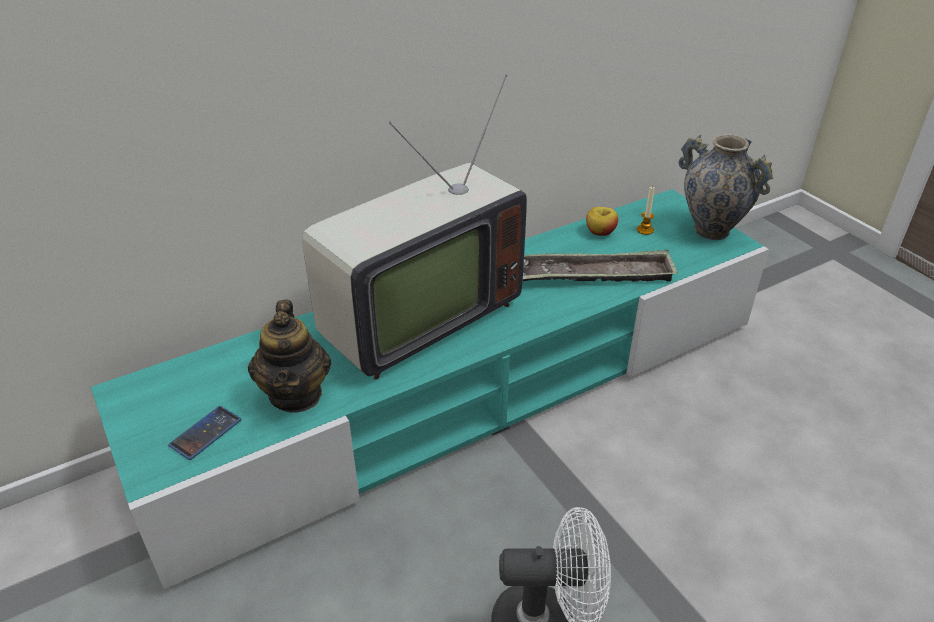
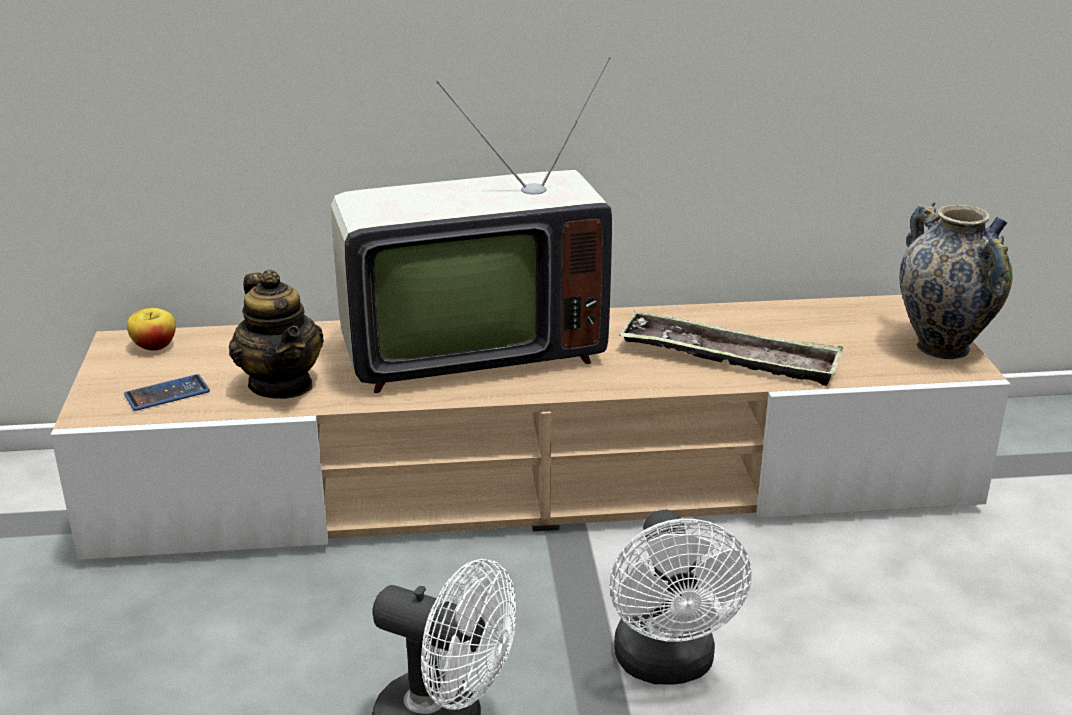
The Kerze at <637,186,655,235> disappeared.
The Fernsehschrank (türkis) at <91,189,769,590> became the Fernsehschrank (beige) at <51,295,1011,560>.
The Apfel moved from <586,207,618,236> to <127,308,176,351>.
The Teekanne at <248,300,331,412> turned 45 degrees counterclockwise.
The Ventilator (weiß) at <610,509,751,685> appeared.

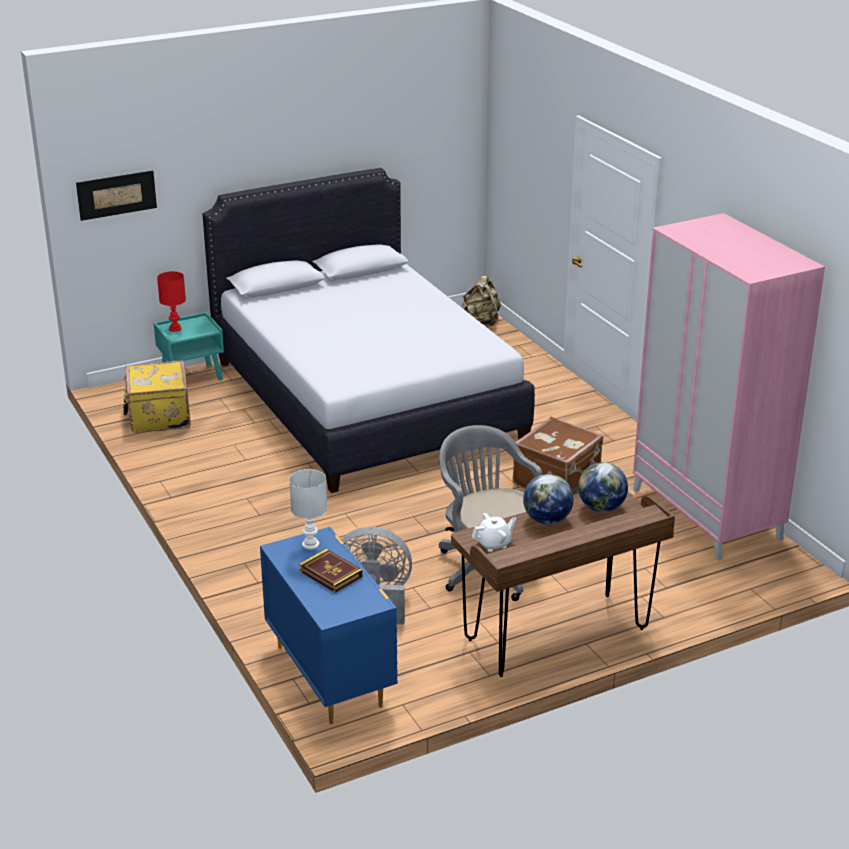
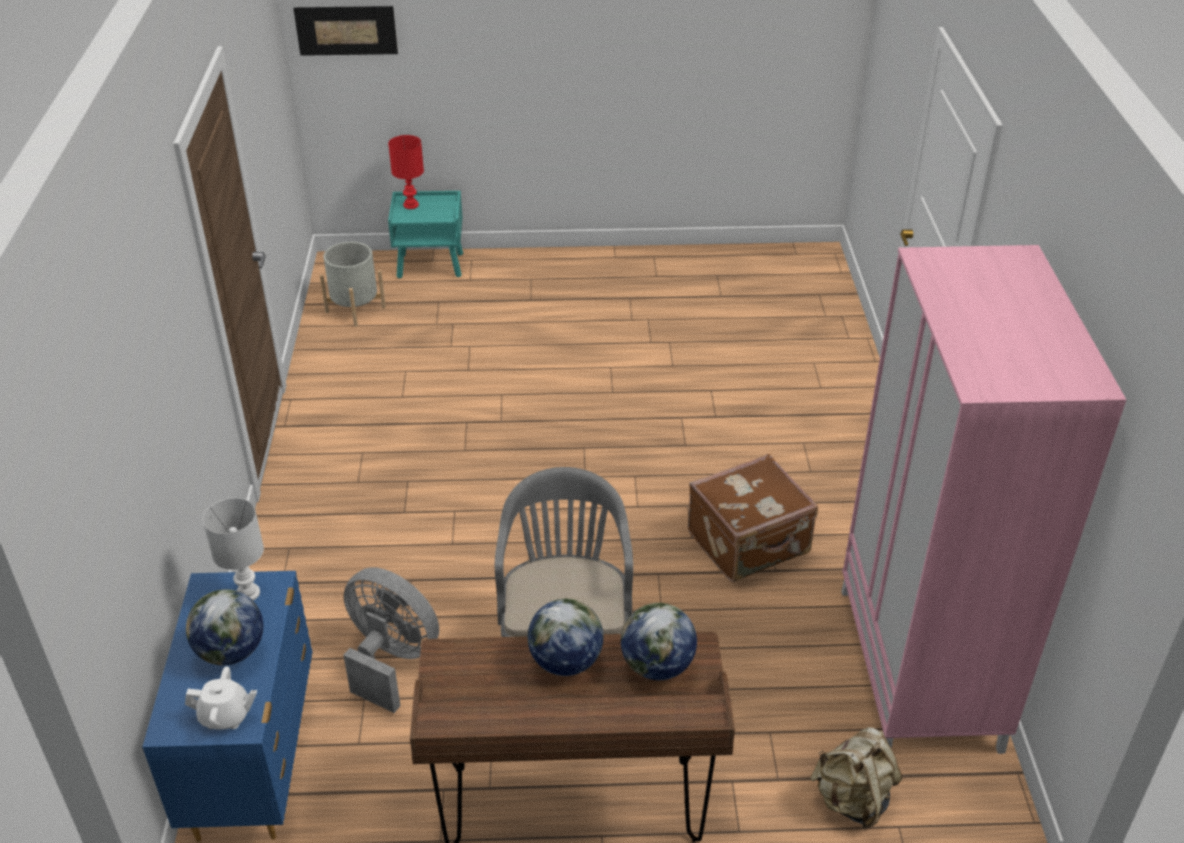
The Bett (weiß) at <202,168,535,493> disappeared.
The Rucksack (beige) moved from <462,276,501,326> to <810,727,903,829>.
The Koffer (gelb) at <123,360,191,433> was replaced by the Pflanzkübel (grau) at <320,242,386,327>.
The Teekanne (weiß) moved from <472,513,516,552> to <185,666,257,730>.
The Buch at <299,549,363,593> was replaced by the Globus at <186,589,263,665>.

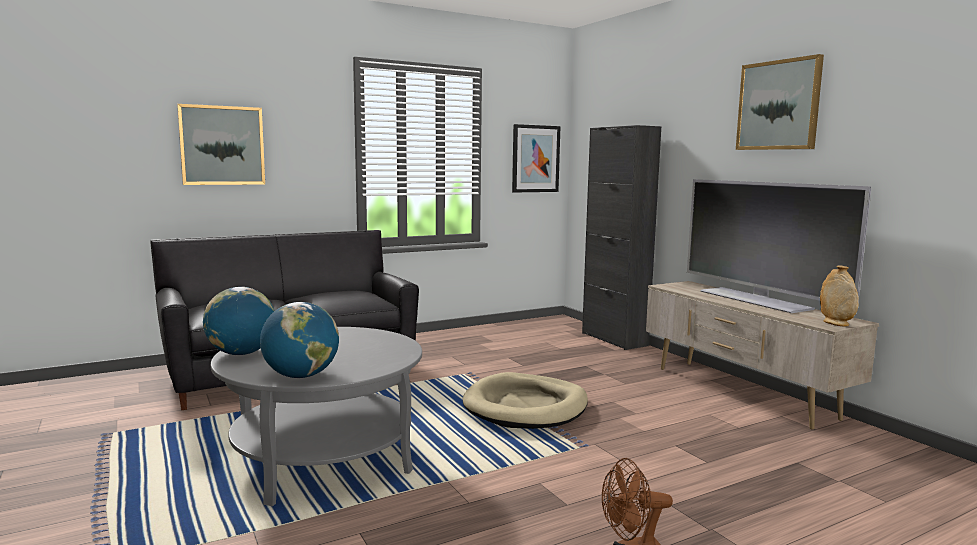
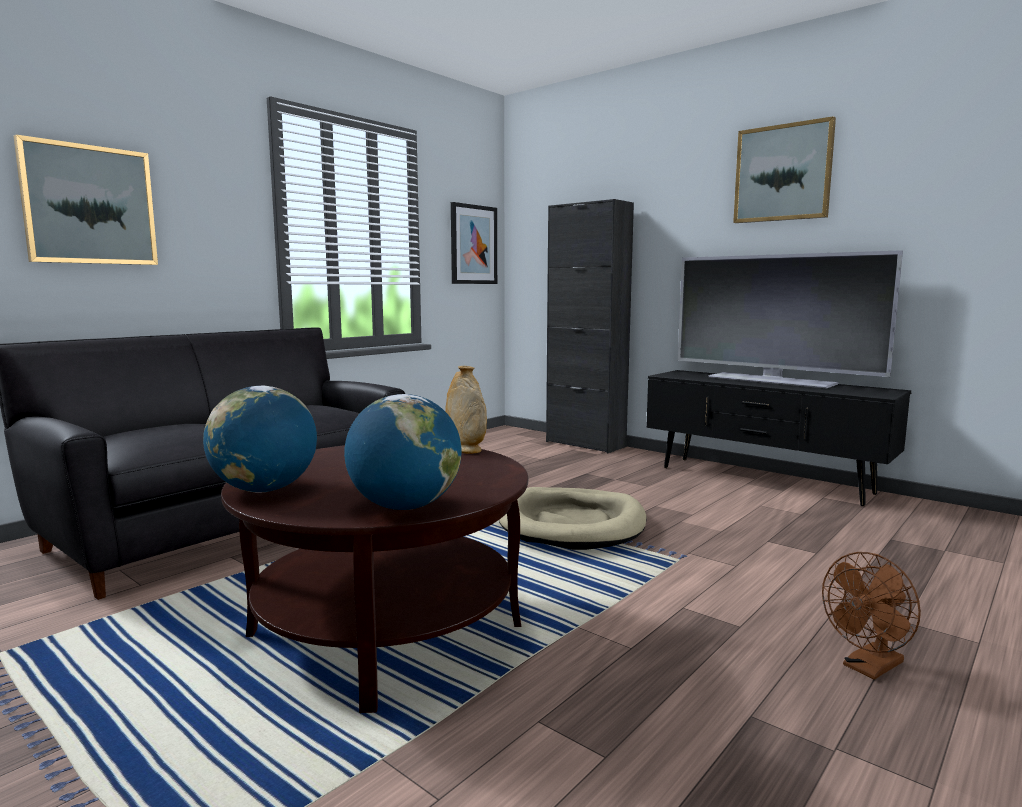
The Vase (beige) moved from <820,265,858,326> to <445,366,487,454>.
The Fernsehschrank (beige) at <646,281,879,429> became the Fernsehschrank (schwarz) at <646,370,912,506>.
The Couchtisch (grau) at <211,327,422,506> became the Couchtisch (braun) at <221,445,528,713>.

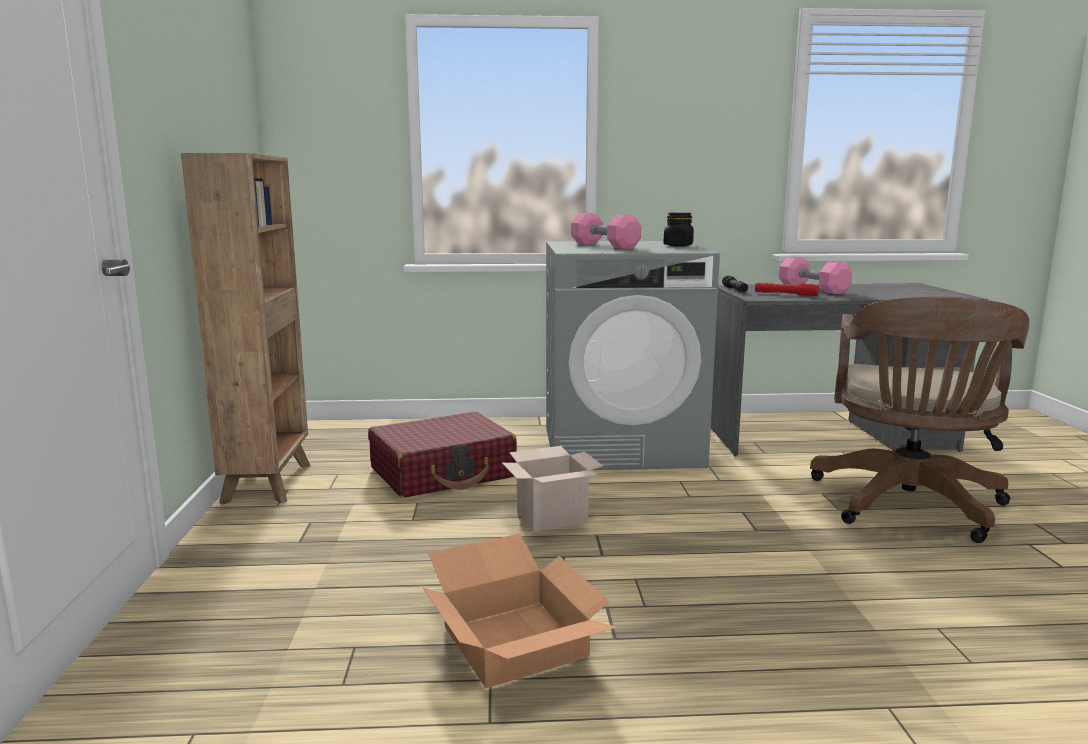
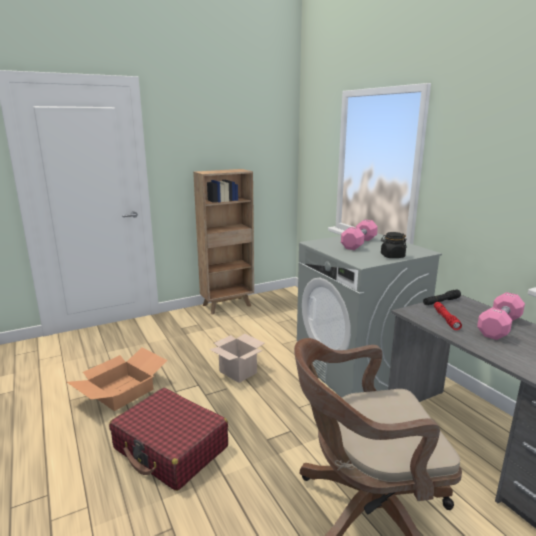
The Koffer (rot) moved from <368,412,517,498> to <109,388,228,491>.

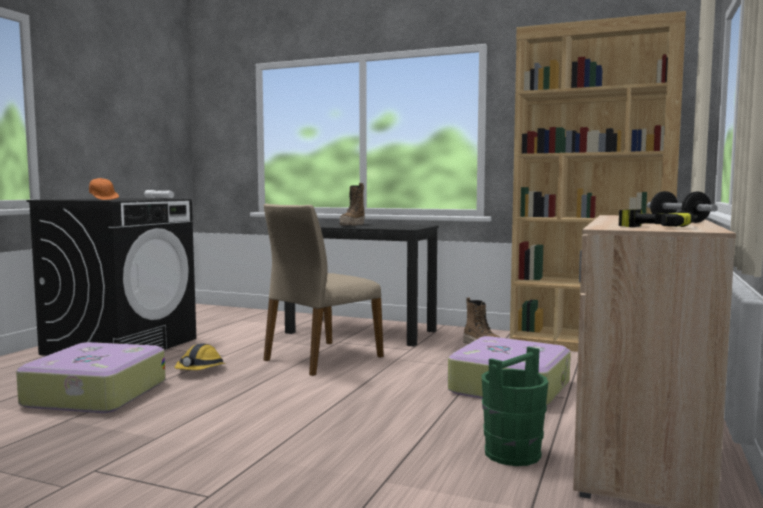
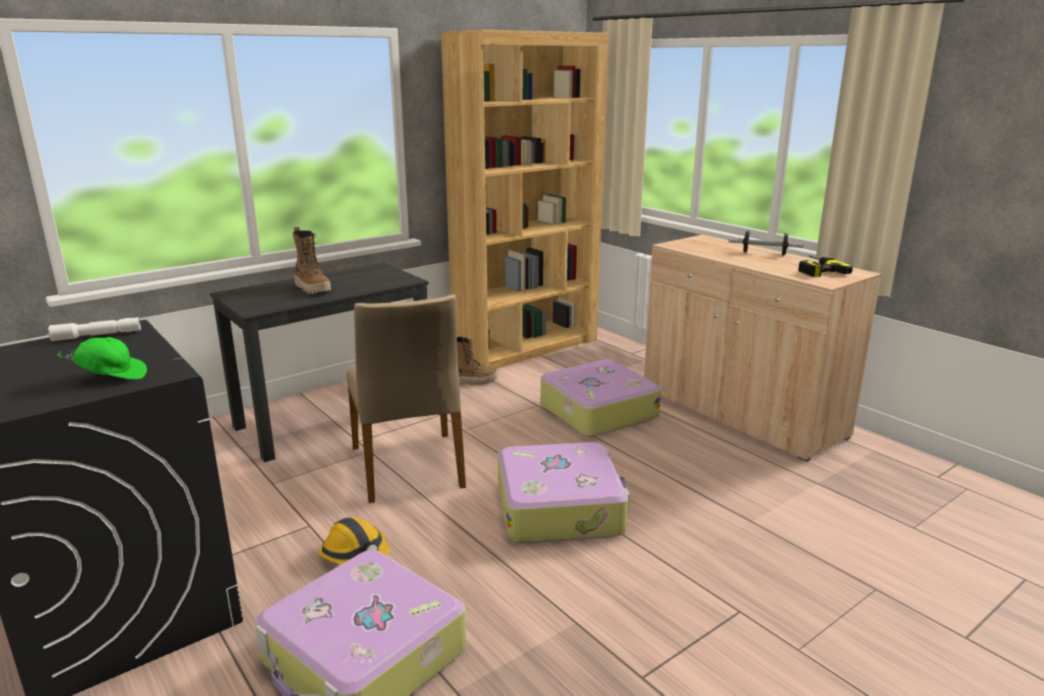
The Kappe (orange) at <89,178,119,200> became the Kappe (grün) at <56,337,147,379>.
The Eimer (grün) at <482,346,548,466> disappeared.
The Koffer at <498,442,630,544> appeared.

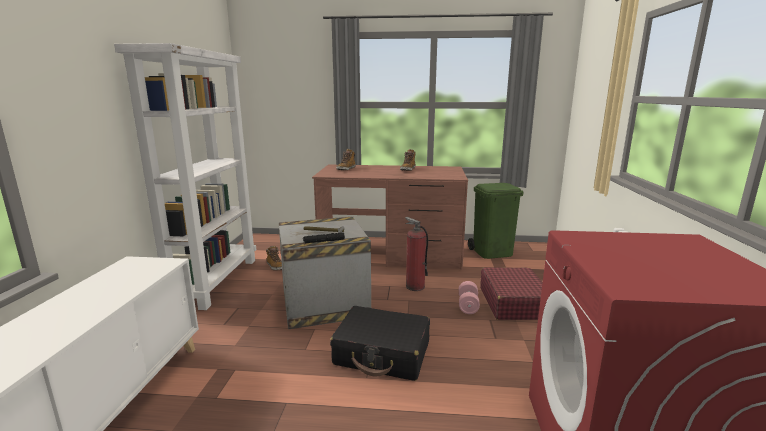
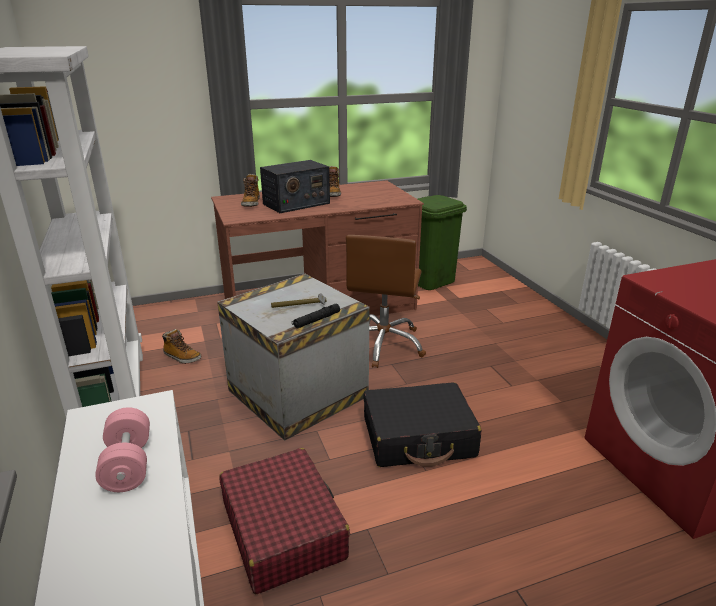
The Feuerlöscher at <405,217,428,291> was replaced by the Bürostuhl (braun) at <346,235,426,368>.
The Koffer (rot) moved from <480,267,543,320> to <220,448,350,594>.
The Hantel (rosa) moved from <459,281,480,314> to <95,407,150,492>.
The Radio at <260,160,330,213> appeared.

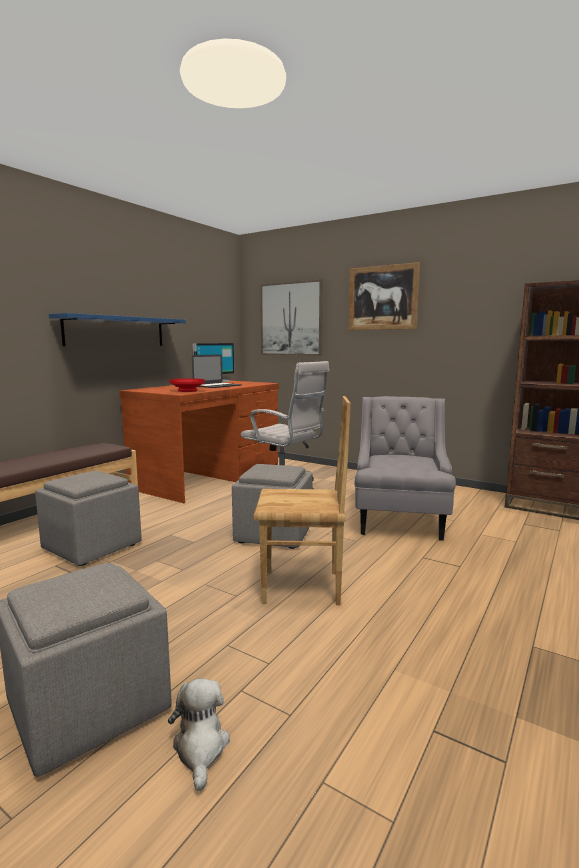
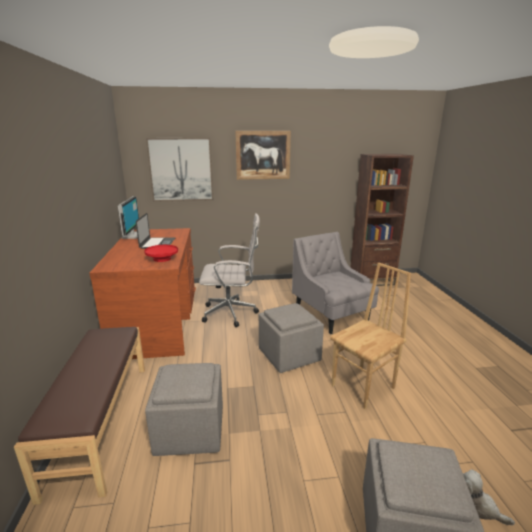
The Wandregal (blau) at <49,313,186,346> disappeared.

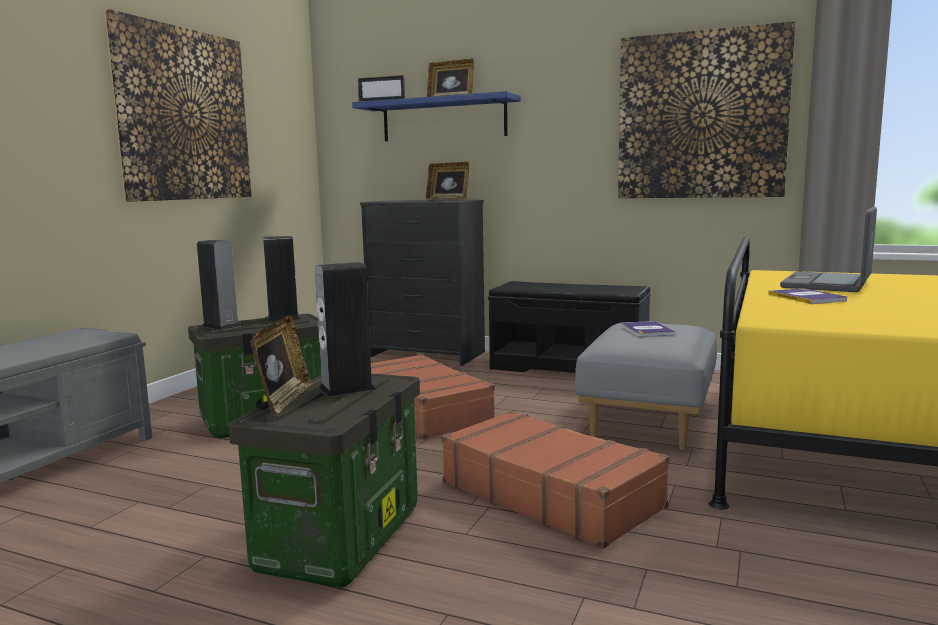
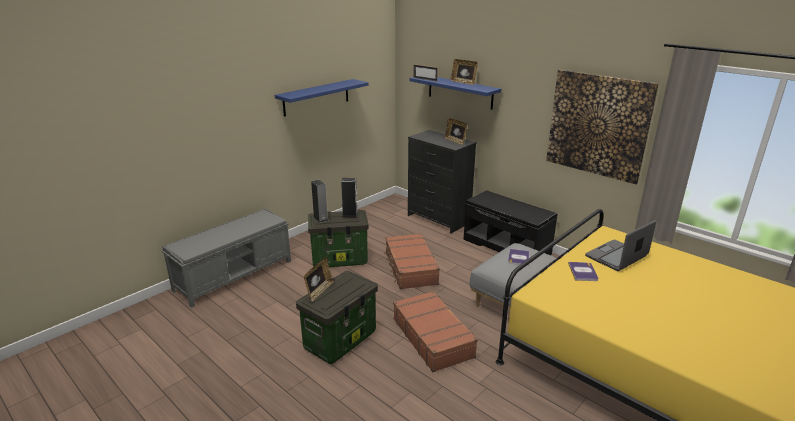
The Bild at <104,9,251,202> was replaced by the Wandregal (blau) at <275,79,368,117>.
The Lautsprecher at <315,262,375,397> disappeared.

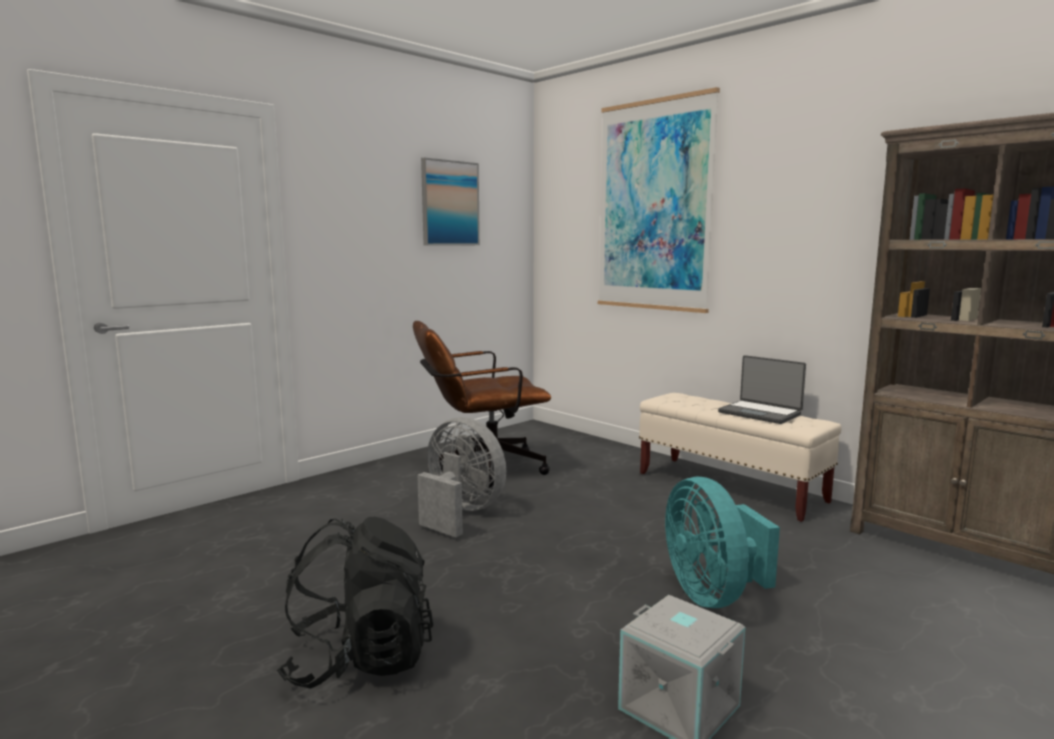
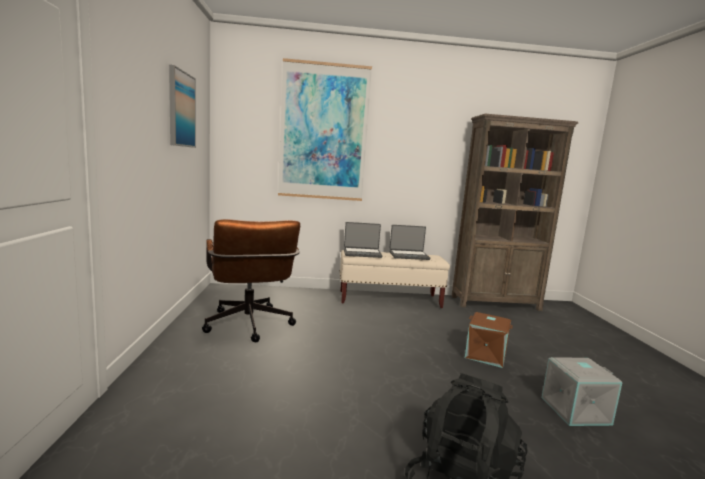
The Bürostuhl (braun) at <413,321,551,488> turned 45 degrees counterclockwise.
The Ventilator (grau) at <417,417,506,537> disappeared.
The Ventilator (türkis) at <665,477,780,608> was replaced by the Aufbewahrungsbox (braun) at <465,312,513,368>.
The Laptop at <344,222,382,258> appeared.

